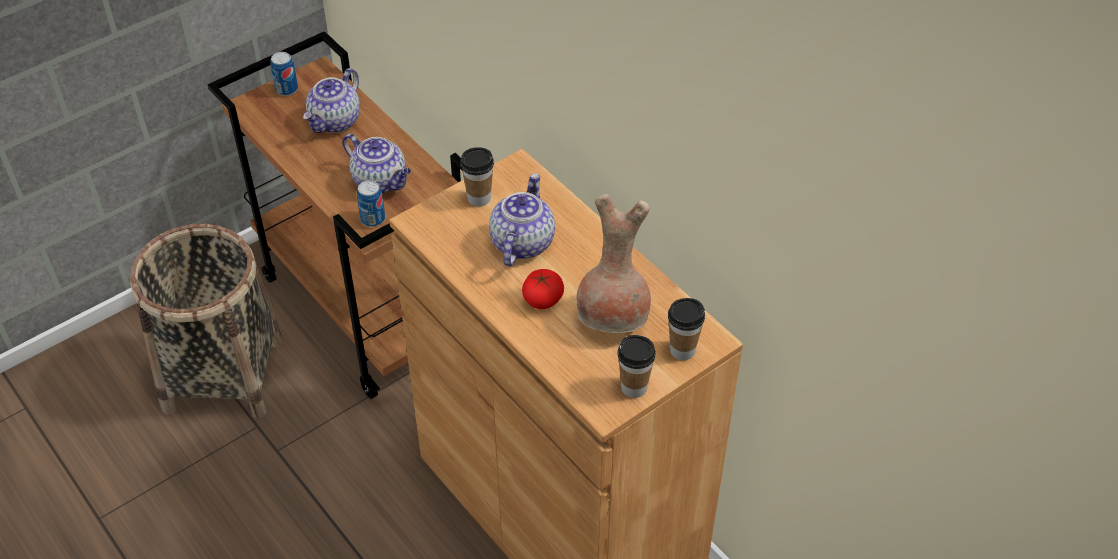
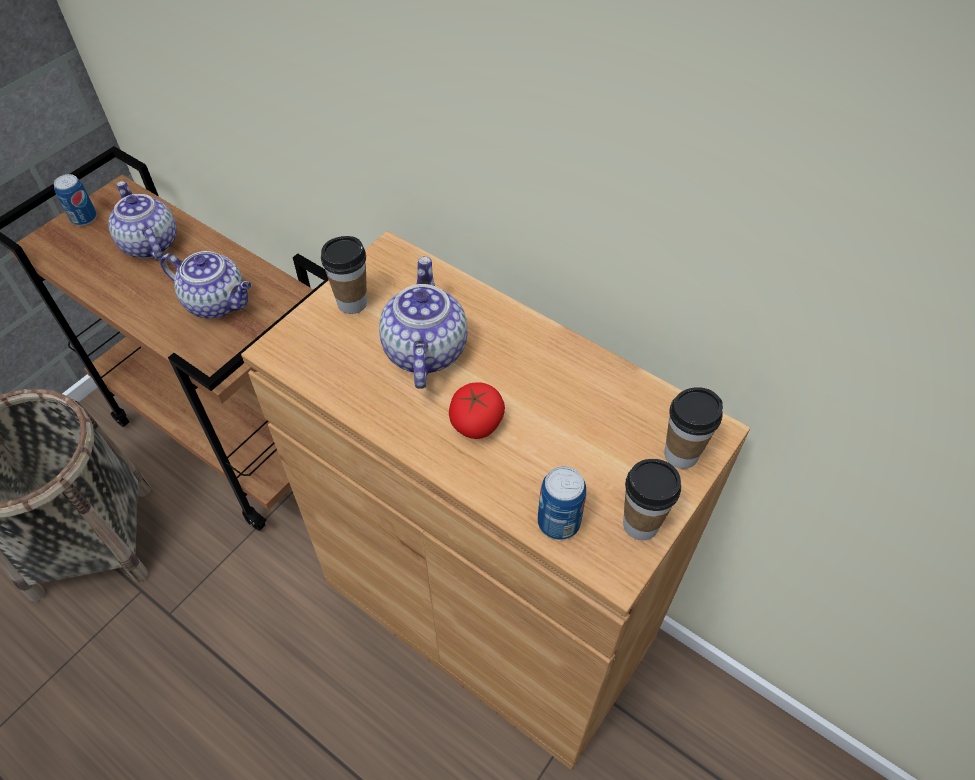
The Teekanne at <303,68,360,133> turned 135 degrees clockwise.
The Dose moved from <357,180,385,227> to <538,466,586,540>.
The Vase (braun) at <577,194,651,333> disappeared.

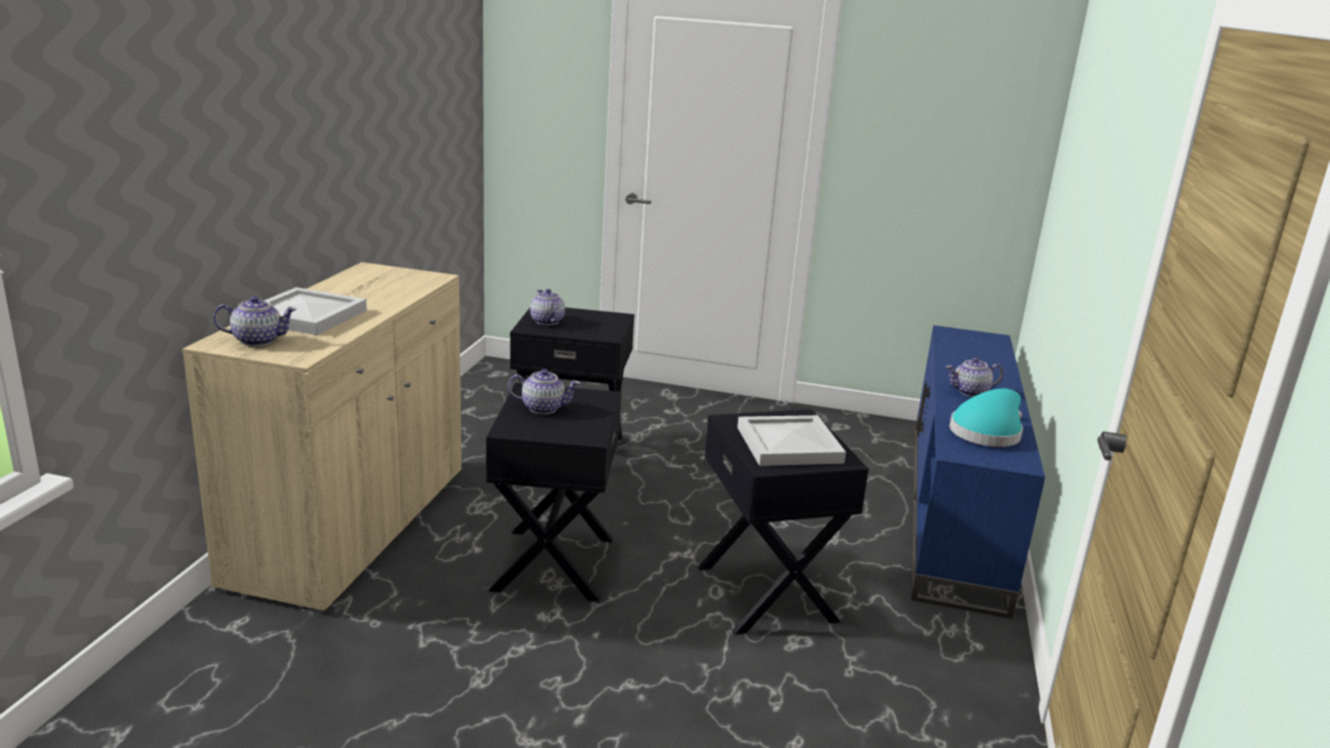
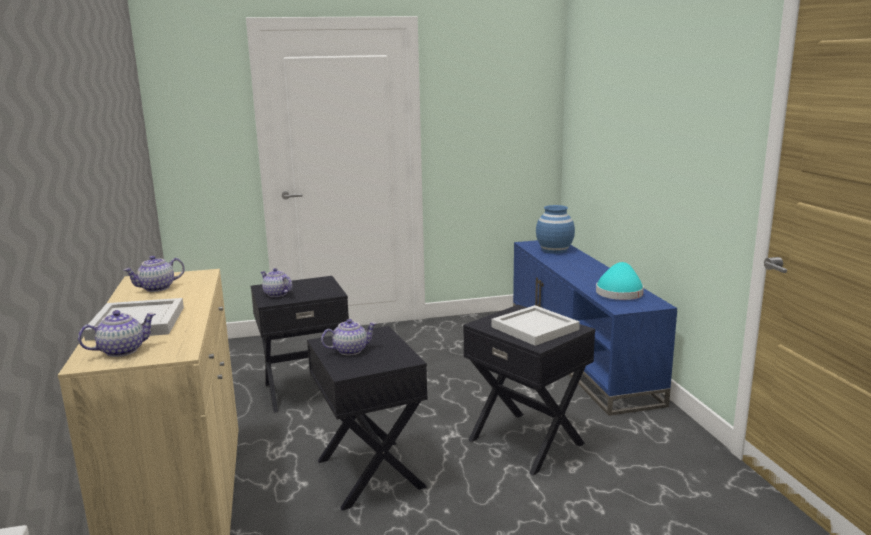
The Teekanne moved from <946,357,1003,397> to <124,256,185,292>.
The Vase (blau) at <536,205,575,253> appeared.

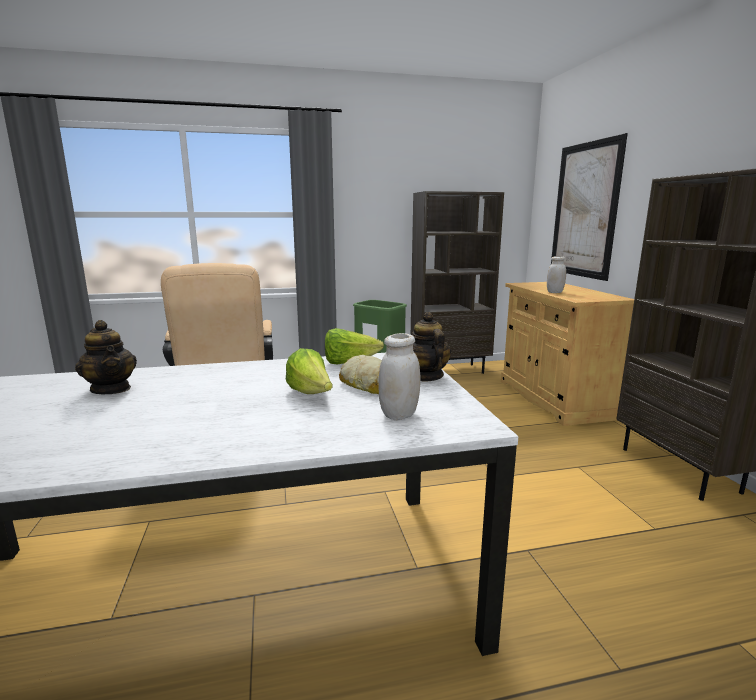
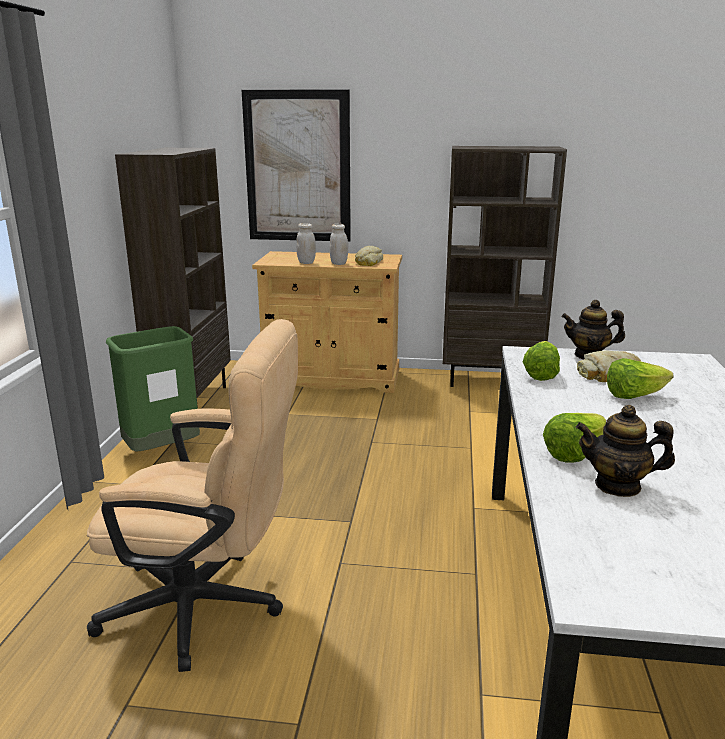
The Teekanne at <75,320,137,394> turned 150 degrees counterclockwise.
The Vorratsglas (weiß) moved from <379,333,421,420> to <296,223,316,264>.
The Brot at <355,246,383,266> appeared.
The Salatkopf at <543,413,606,463> appeared.

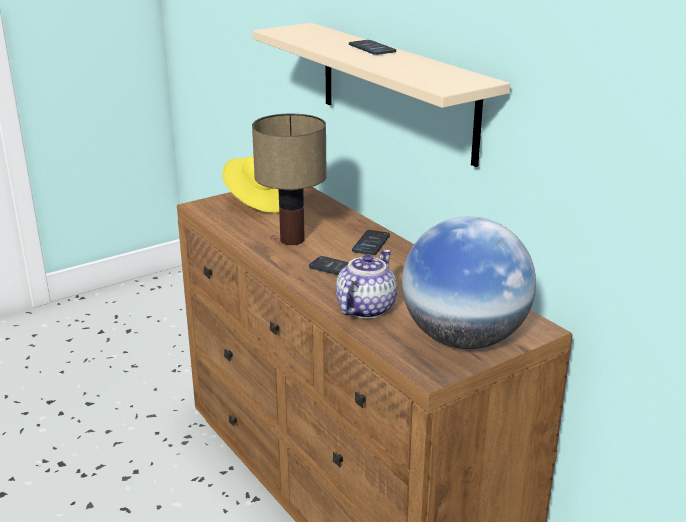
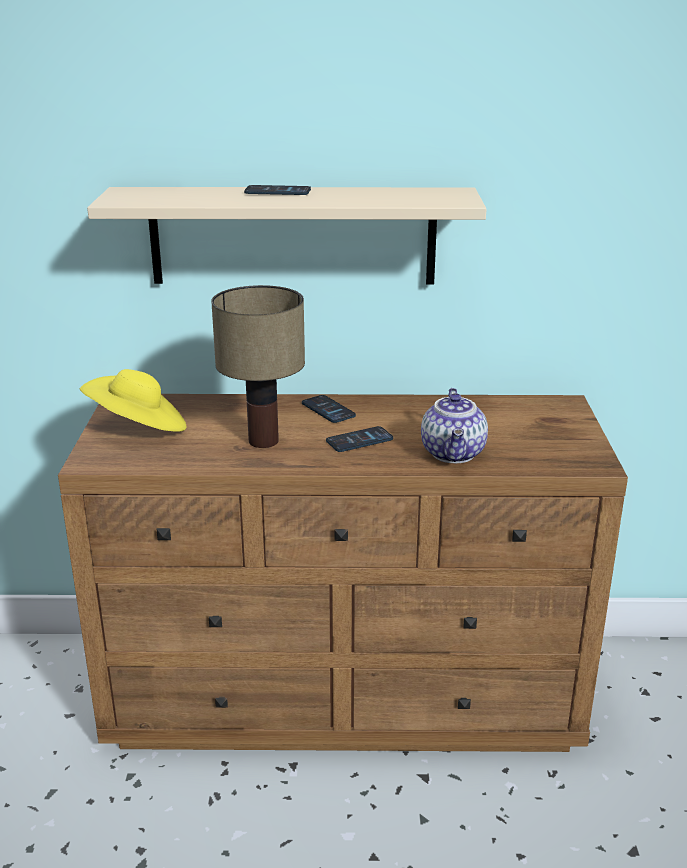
The Globus at <402,216,536,349> disappeared.
The Teekanne at <336,249,397,319> turned 150 degrees counterclockwise.

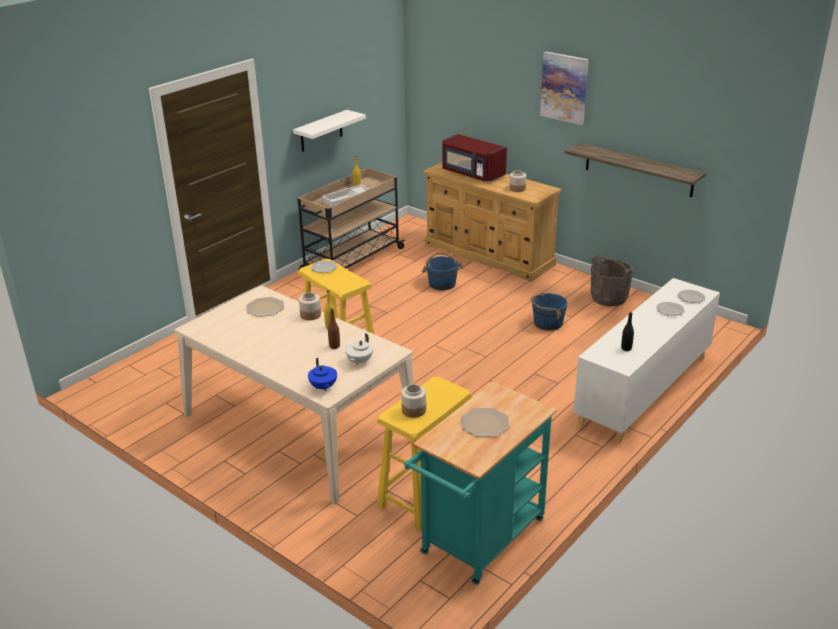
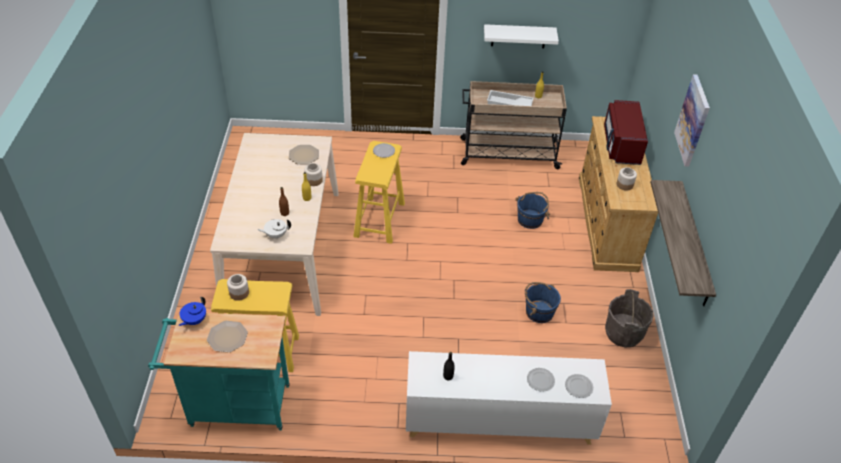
The Teekanne (blau) moved from <308,358,337,391> to <179,297,206,326>.

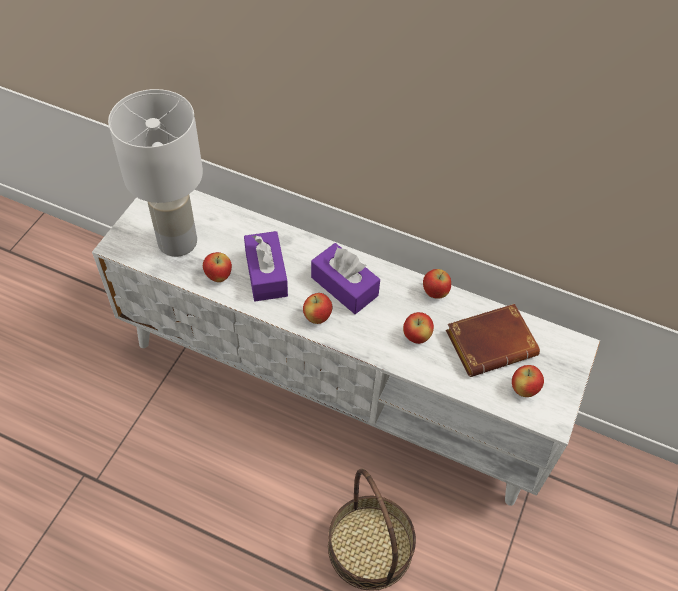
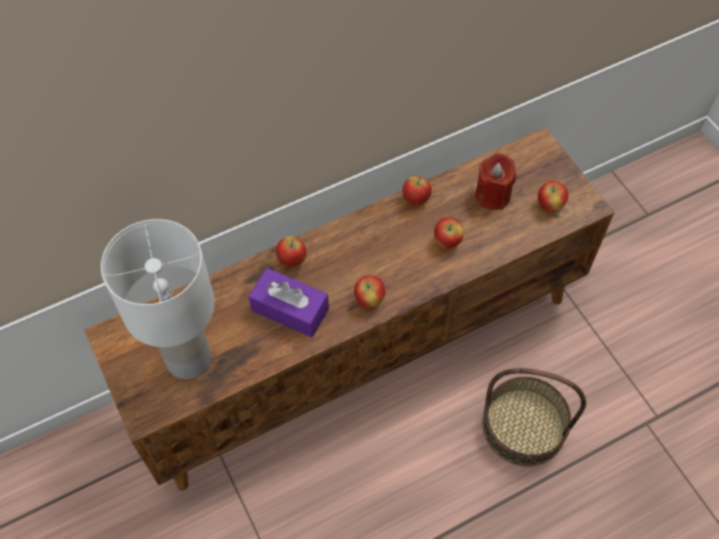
The Fernsehschrank (weiß) at <92,190,600,506> became the Fernsehschrank (braun) at <84,127,615,491>.
The Taschentuchbox (lila) at <311,243,380,314> disappeared.
The Apfel moved from <203,252,232,282> to <276,236,307,267>.
The Buch (braun) at <446,304,540,377> was replaced by the Kerze (rot) at <475,154,516,210>.

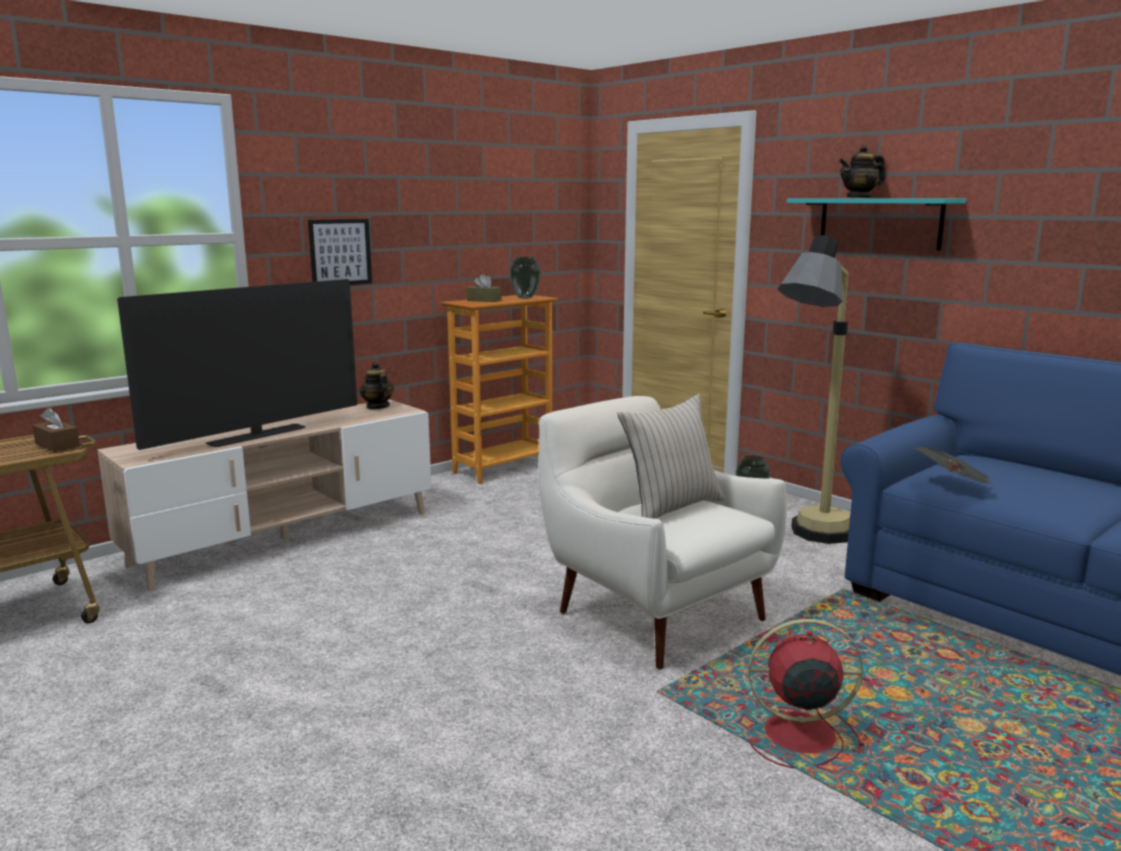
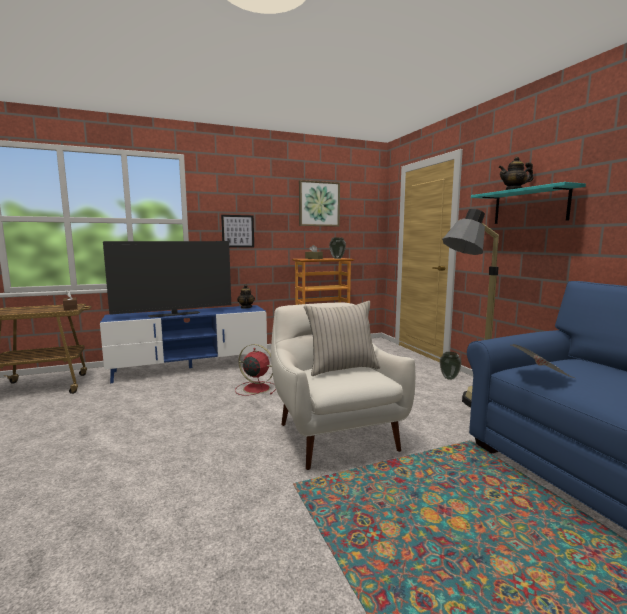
The Fernsehschrank (beige) at <97,399,431,591> became the Fernsehschrank (blau) at <100,305,267,384>.
The Ventilator (rot) moved from <747,619,865,768> to <235,344,276,396>.
The Bild at <299,180,340,226> appeared.

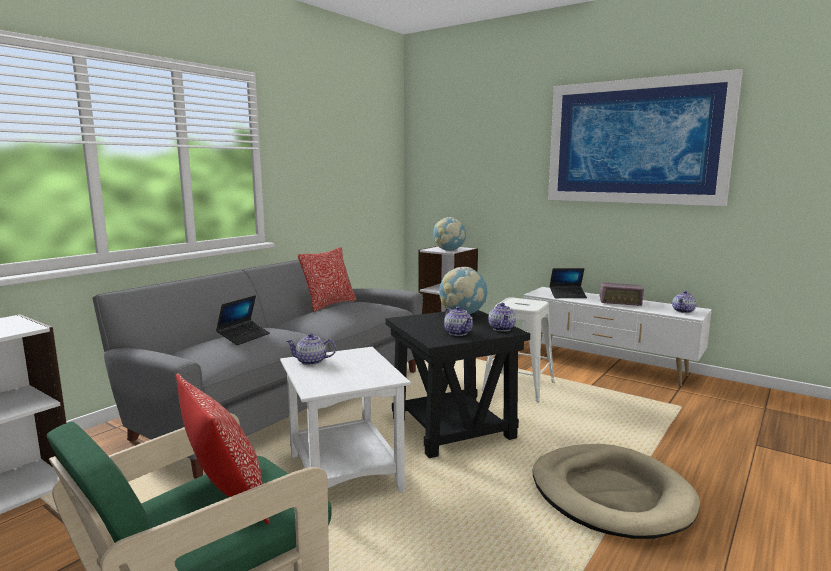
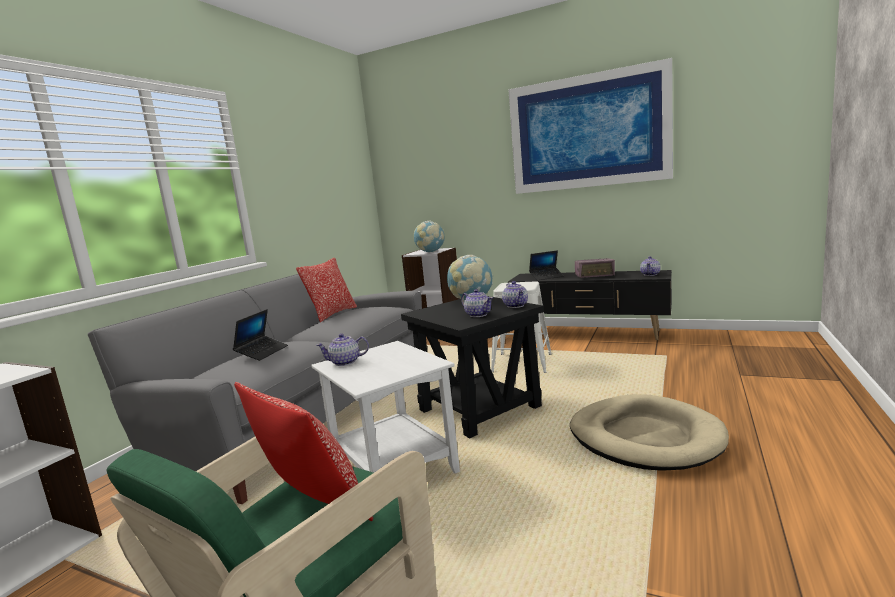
The Fernsehschrank (weiß) at <522,287,712,386> became the Fernsehschrank (schwarz) at <508,270,672,340>.

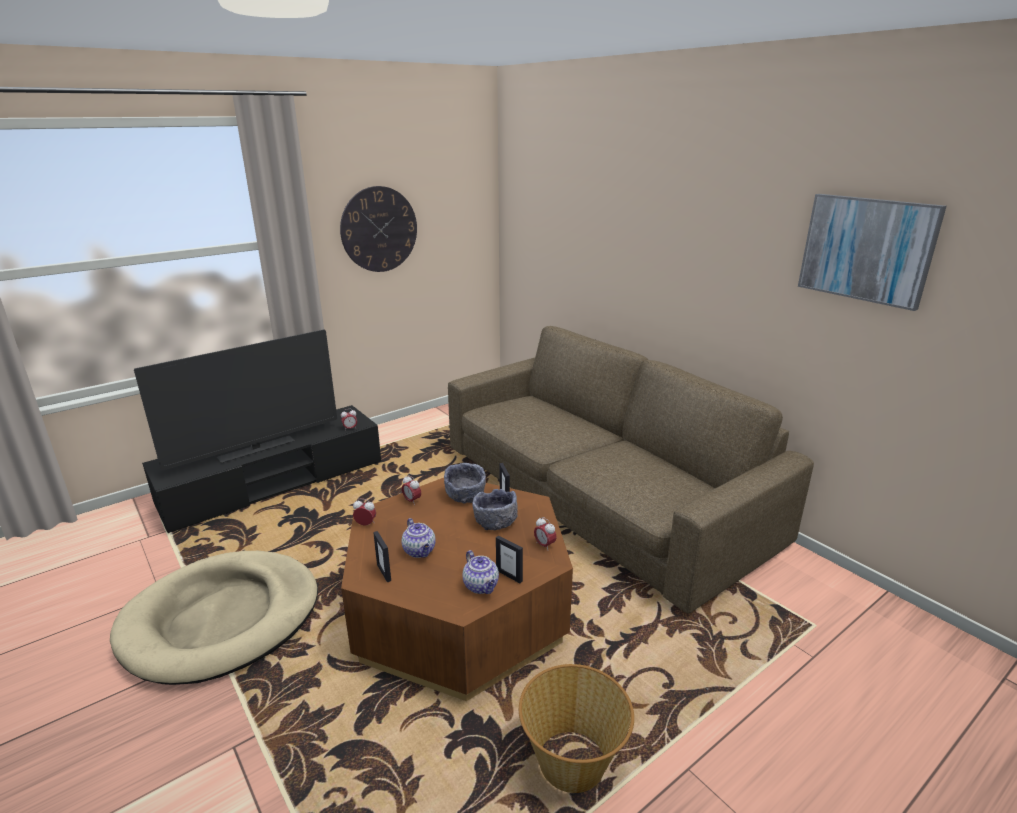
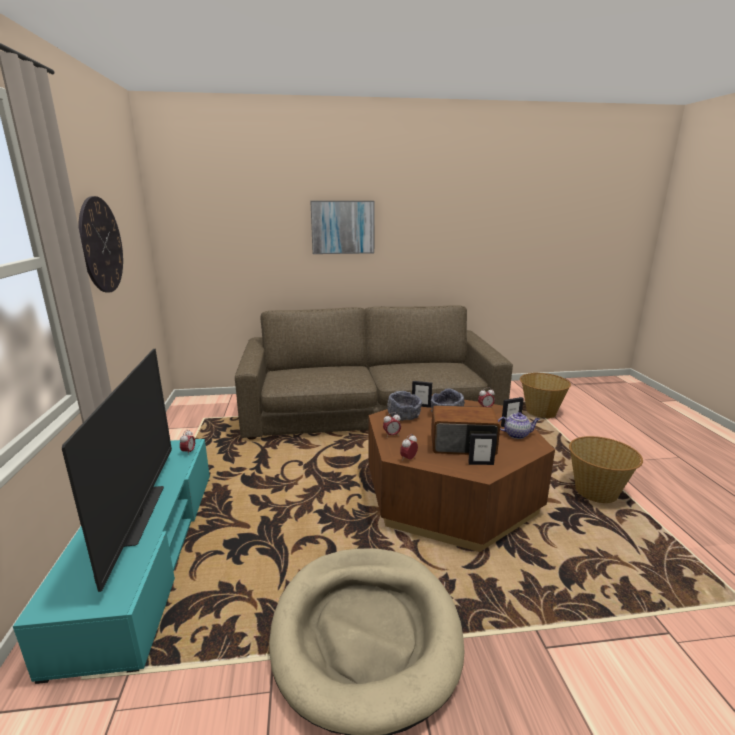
The Bild moved from <798,194,947,311> to <310,201,375,254>.
The Fernsehschrank (schwarz) at <142,405,381,533> became the Fernsehschrank (türkis) at <13,439,210,684>.
The Teekanne at <401,518,436,558> was replaced by the Radio at <431,405,500,455>.
The Korb at <520,373,571,419> appeared.

